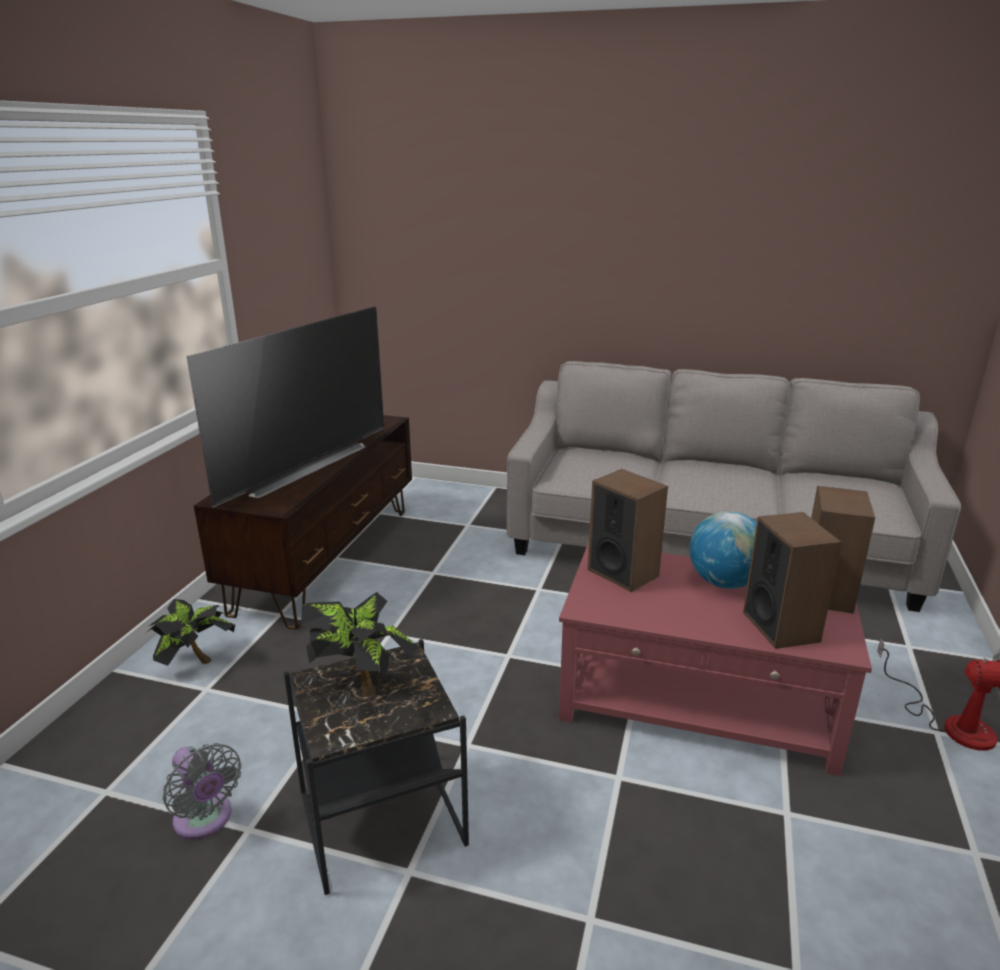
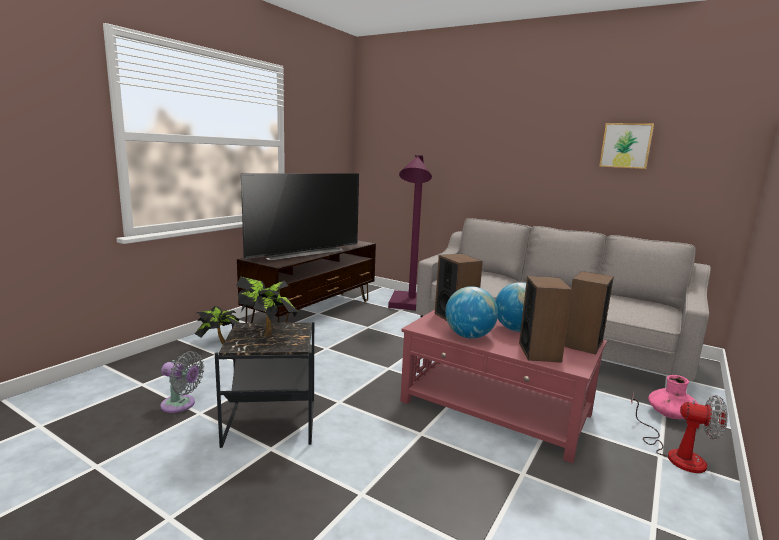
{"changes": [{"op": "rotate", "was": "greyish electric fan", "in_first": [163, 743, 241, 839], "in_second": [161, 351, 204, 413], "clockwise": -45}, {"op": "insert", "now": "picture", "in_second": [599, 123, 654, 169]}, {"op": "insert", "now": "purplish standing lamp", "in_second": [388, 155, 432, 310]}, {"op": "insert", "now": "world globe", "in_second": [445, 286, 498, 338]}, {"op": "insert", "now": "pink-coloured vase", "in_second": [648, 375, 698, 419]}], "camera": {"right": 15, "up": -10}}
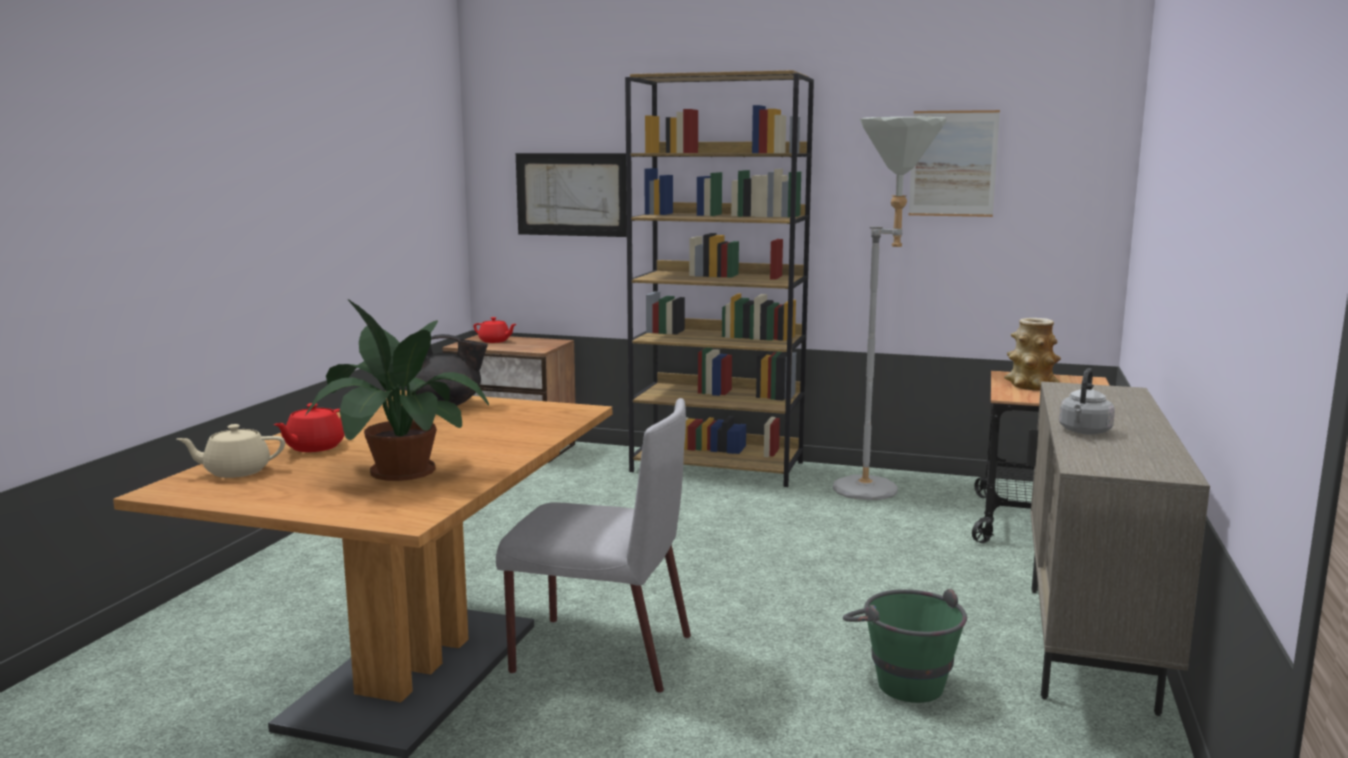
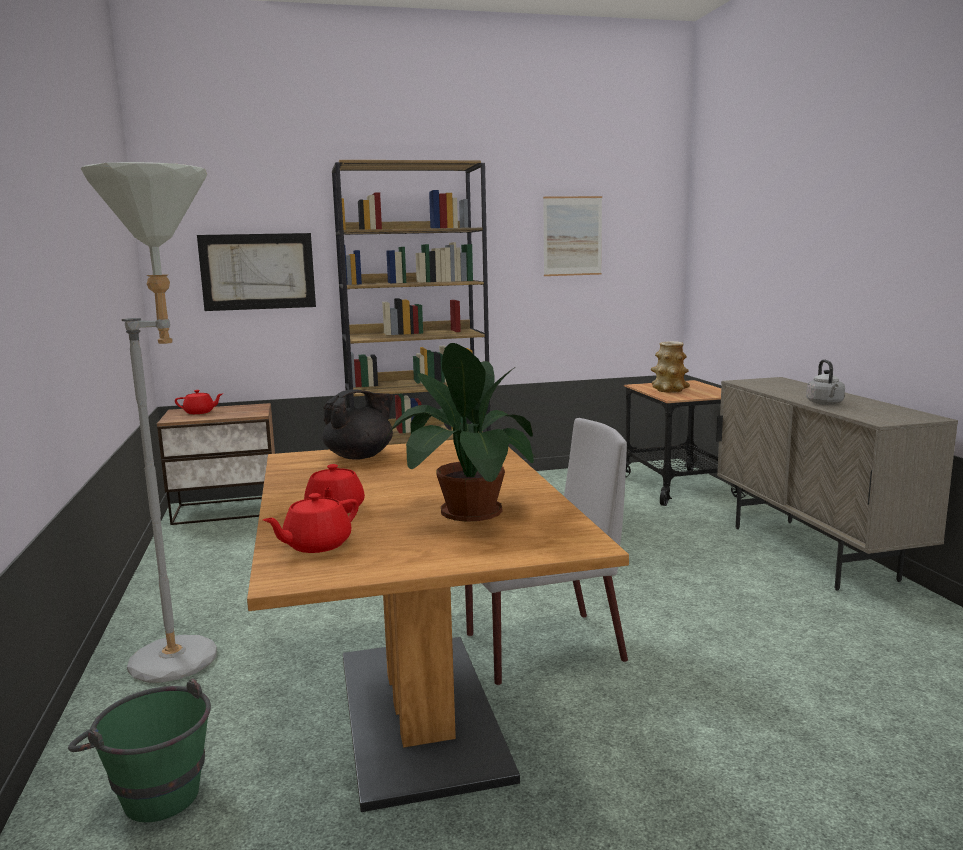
{"changes": [{"op": "move", "was": "greyish standing lamp", "in_first": [833, 117, 946, 500], "in_second": [81, 162, 217, 683]}, {"op": "recolor", "was": "beige-coloured pot for tea", "now": "red pot for tea", "in_first": [177, 424, 285, 478], "in_second": [263, 493, 359, 553]}, {"op": "move", "was": "greenish water bucket", "in_first": [843, 589, 967, 703], "in_second": [68, 678, 211, 822]}], "camera": {"right": -30, "up": 0}}
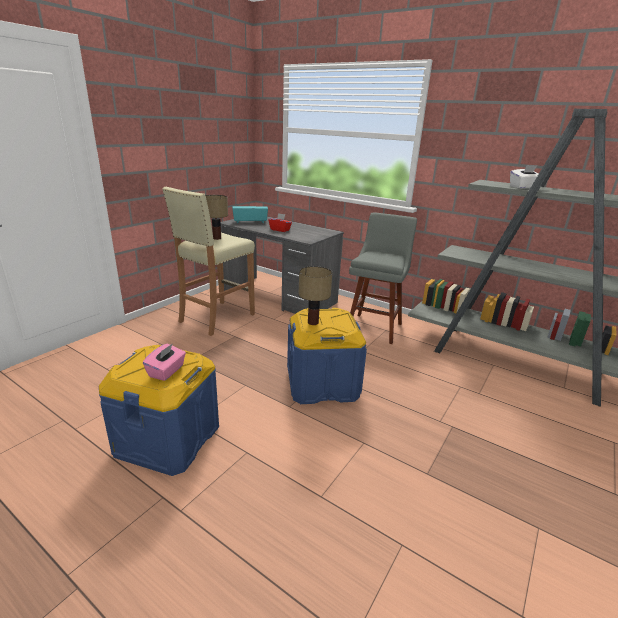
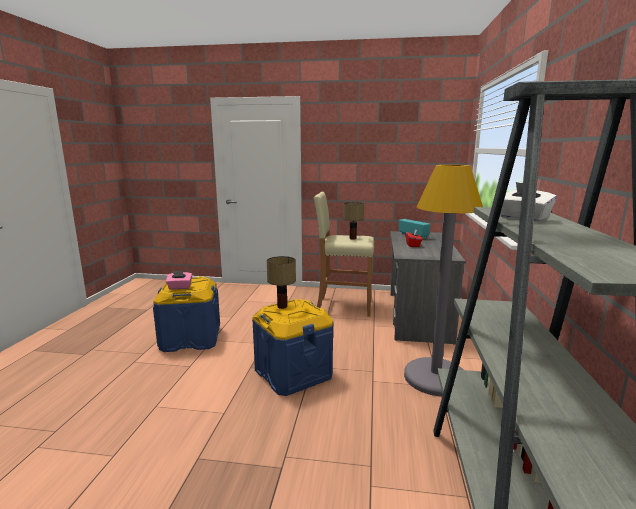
{"changes": [{"op": "replace", "was": "greyish sitting stool", "now": "greyish standing lamp", "in_first": [349, 213, 417, 344], "in_second": [404, 165, 483, 397]}], "camera": {"right": 65, "up": -10}}
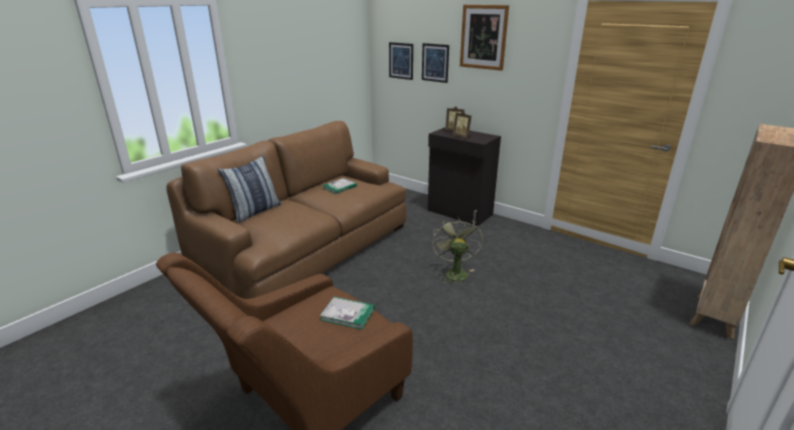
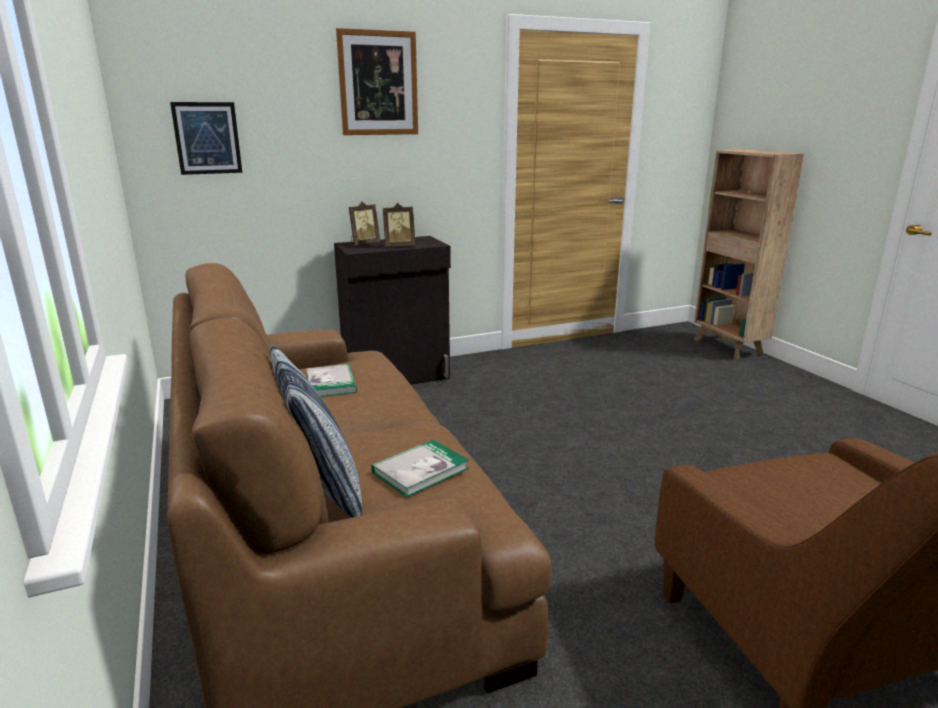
{"changes": [{"op": "delete", "was": "picture", "in_first": [422, 43, 449, 83]}, {"op": "delete", "was": "greenish electric fan", "in_first": [432, 217, 483, 285]}, {"op": "move", "was": "volume", "in_first": [320, 297, 375, 330], "in_second": [371, 439, 469, 497]}], "camera": {"right": -60, "up": -5}}
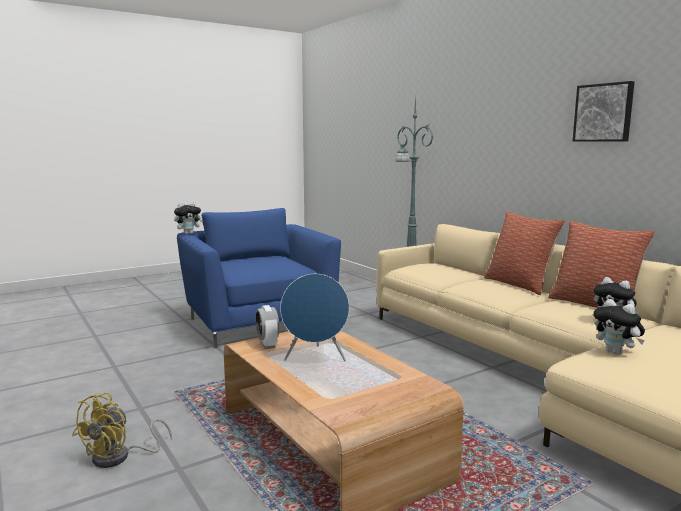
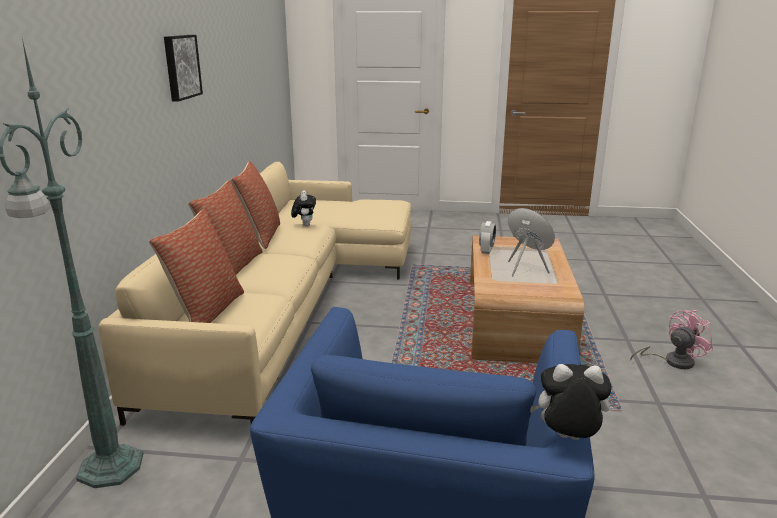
{"changes": [{"op": "delete", "was": "cuddly toy", "in_first": [593, 299, 645, 355]}, {"op": "move", "was": "bedside clock", "in_first": [255, 305, 279, 349], "in_second": [479, 221, 496, 254]}, {"op": "recolor", "was": "yellowish electric fan", "now": "pink-coloured electric fan", "in_first": [72, 393, 172, 468], "in_second": [630, 310, 713, 369]}, {"op": "insert", "now": "pillow", "in_second": [149, 209, 244, 323]}], "camera": {"right": -140, "up": 10}}
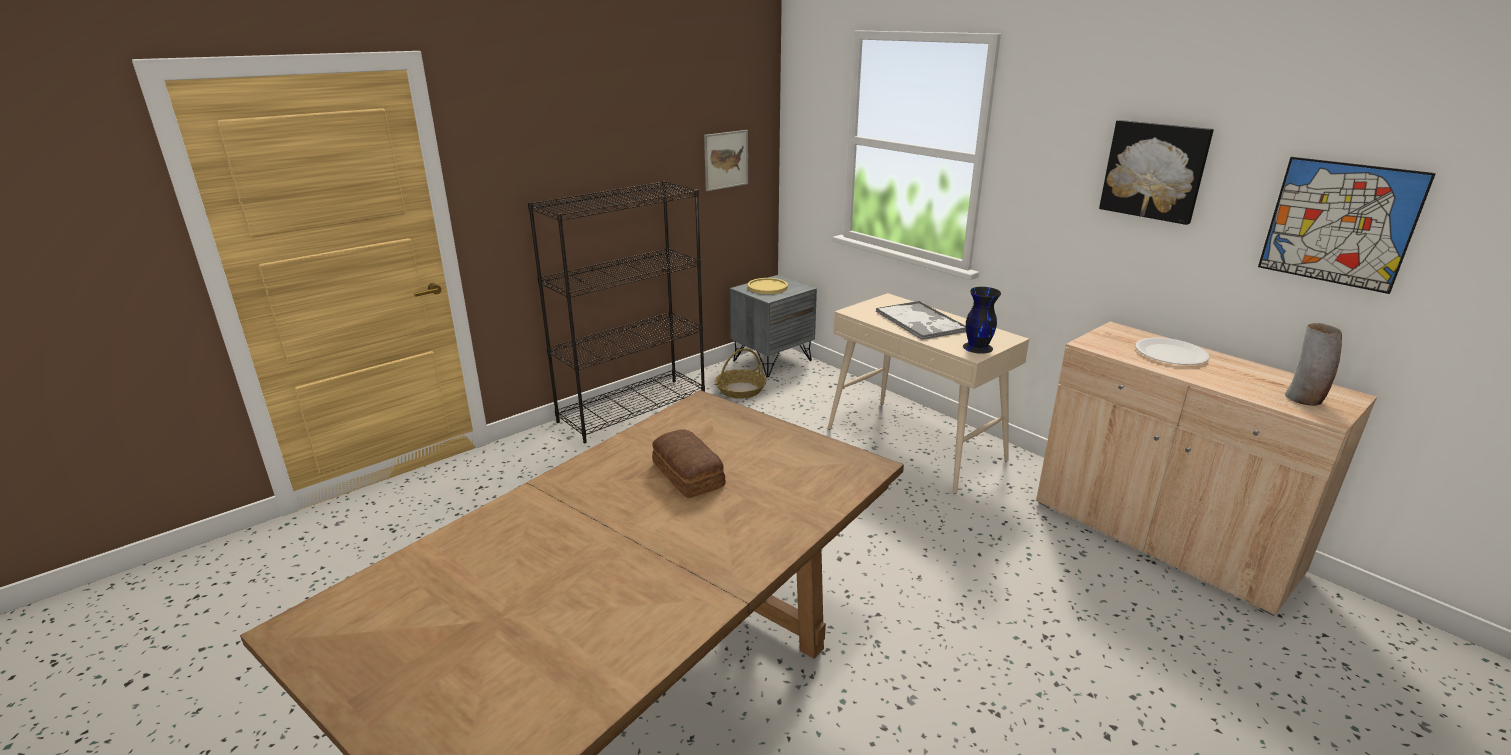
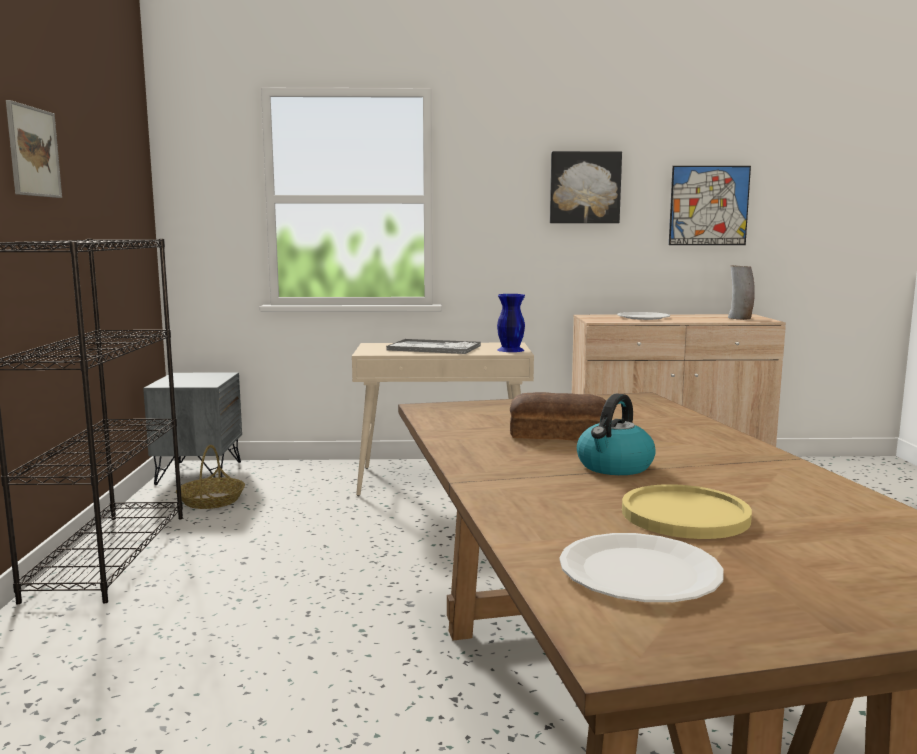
{"changes": [{"op": "move", "was": "picture", "in_first": [704, 130, 748, 191], "in_second": [6, 100, 62, 198]}, {"op": "move", "was": "yellowish plate", "in_first": [748, 278, 788, 294], "in_second": [622, 484, 752, 539]}, {"op": "recolor", "was": "blackish vase", "now": "blue-coloured vase", "in_first": [963, 287, 1001, 354], "in_second": [497, 294, 525, 352]}, {"op": "insert", "now": "water kettle", "in_second": [577, 393, 656, 475]}, {"op": "insert", "now": "white-coloured plate", "in_second": [559, 533, 724, 602]}], "camera": {"right": -50, "up": -15}}
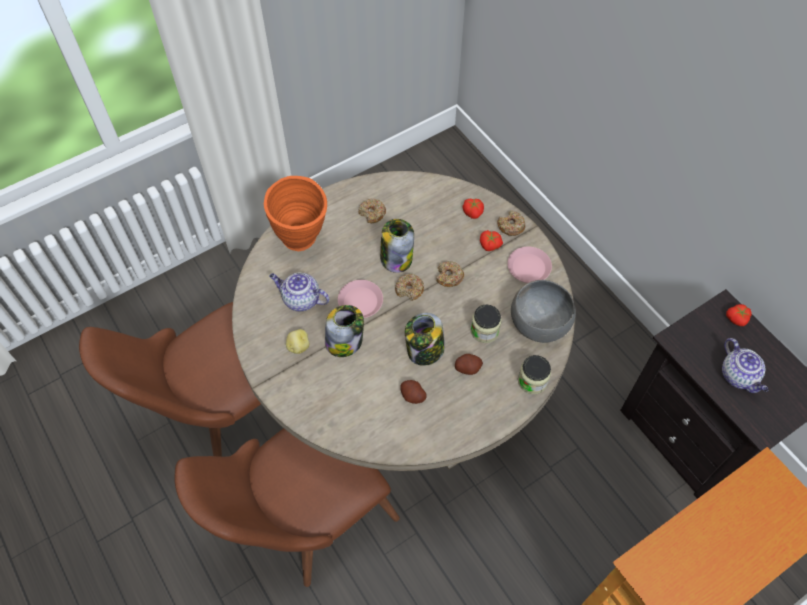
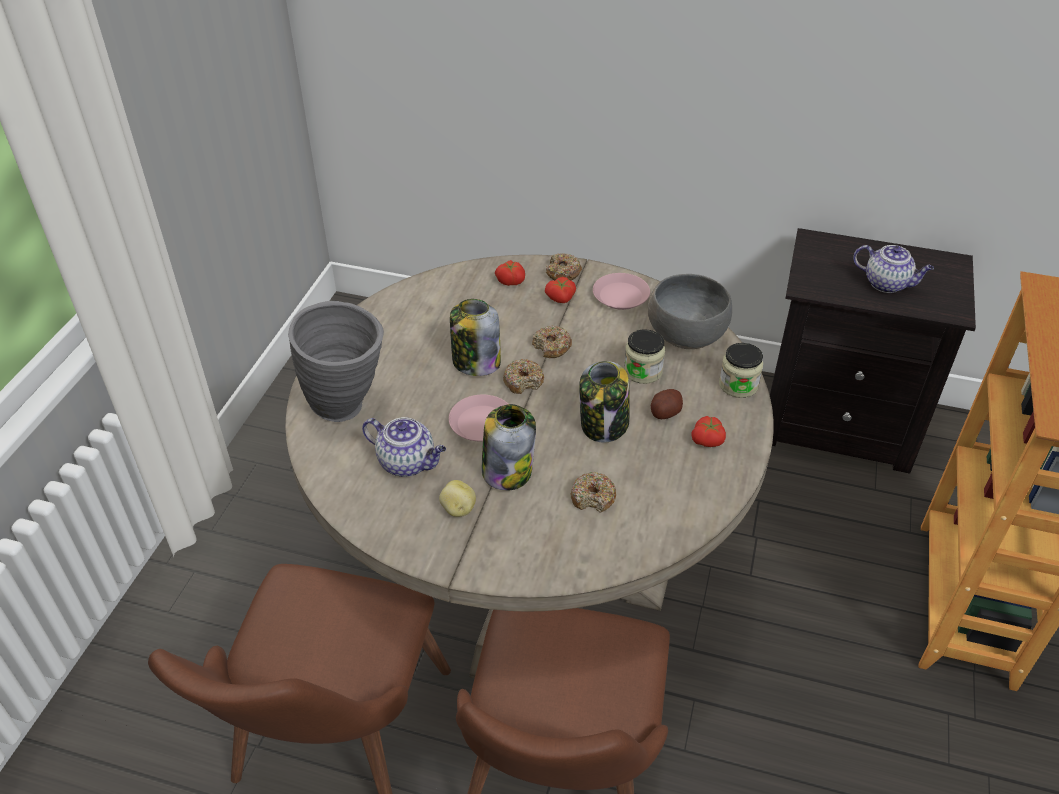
{"changes": [{"op": "recolor", "was": "orangey vase", "now": "greyish vase", "in_first": [264, 176, 327, 251], "in_second": [288, 301, 384, 422]}, {"op": "move", "was": "doughnut", "in_first": [358, 199, 386, 223], "in_second": [571, 472, 616, 513]}, {"op": "rotate", "was": "pot for tea", "in_first": [269, 273, 329, 311], "in_second": [362, 417, 446, 477], "clockwise": -135}, {"op": "move", "was": "fresh tomato", "in_first": [726, 304, 752, 326], "in_second": [691, 416, 726, 447]}, {"op": "delete", "was": "whole potato", "in_first": [400, 380, 426, 404]}], "camera": {"right": -40, "up": -15}}
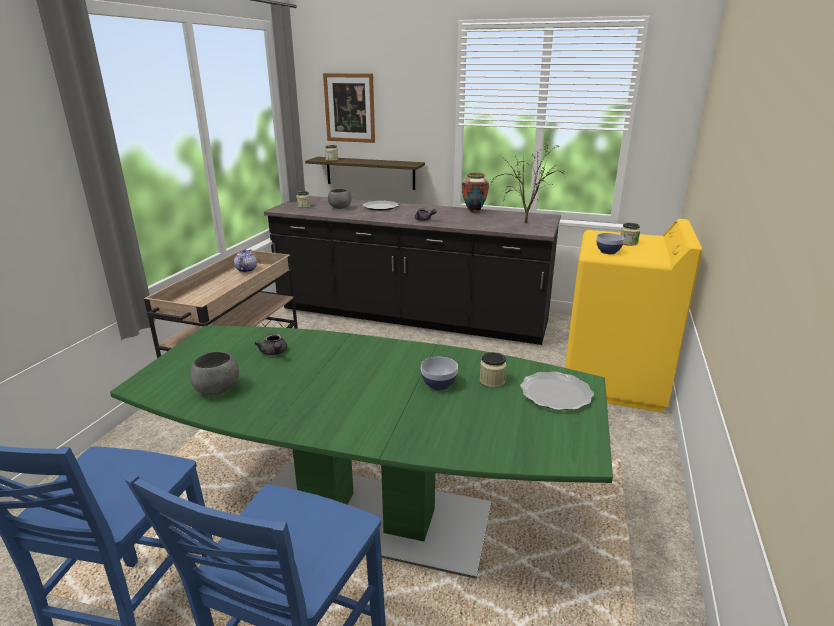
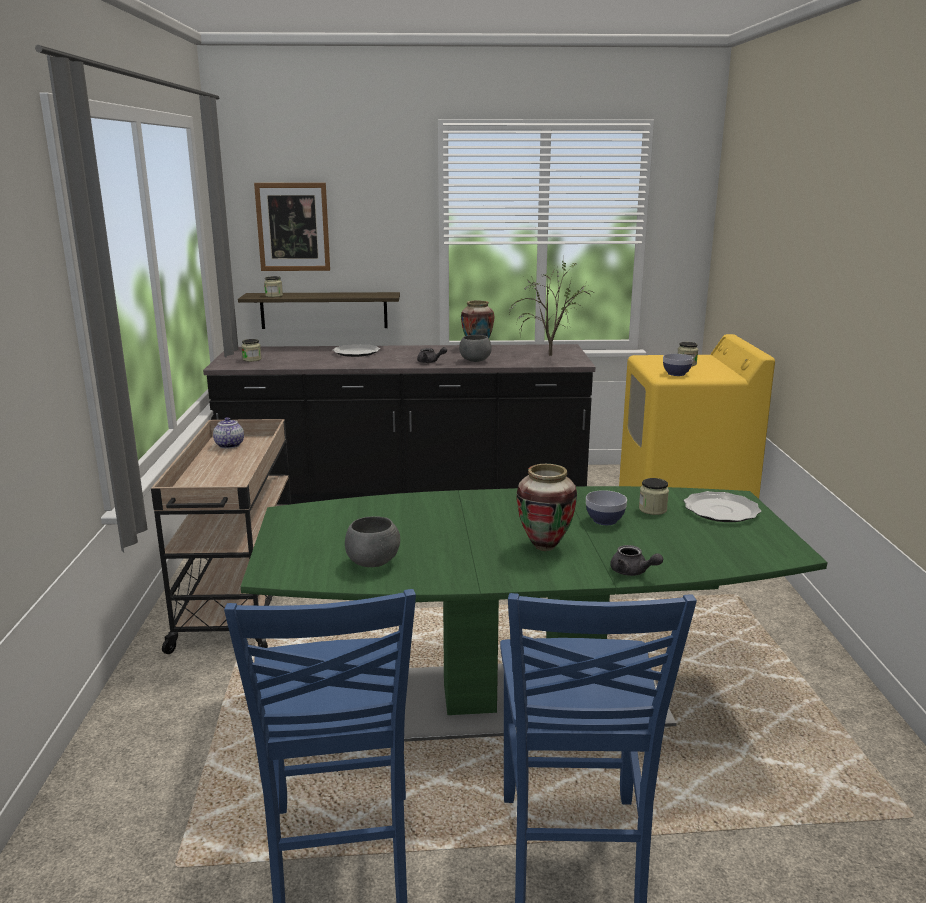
{"changes": [{"op": "move", "was": "greyish serving bowl", "in_first": [328, 189, 351, 209], "in_second": [459, 335, 492, 362]}, {"op": "move", "was": "greyish pot for tea", "in_first": [254, 333, 287, 355], "in_second": [610, 545, 663, 576]}, {"op": "insert", "now": "vase", "in_second": [516, 464, 577, 551]}], "camera": {"right": -20, "up": -5}}
